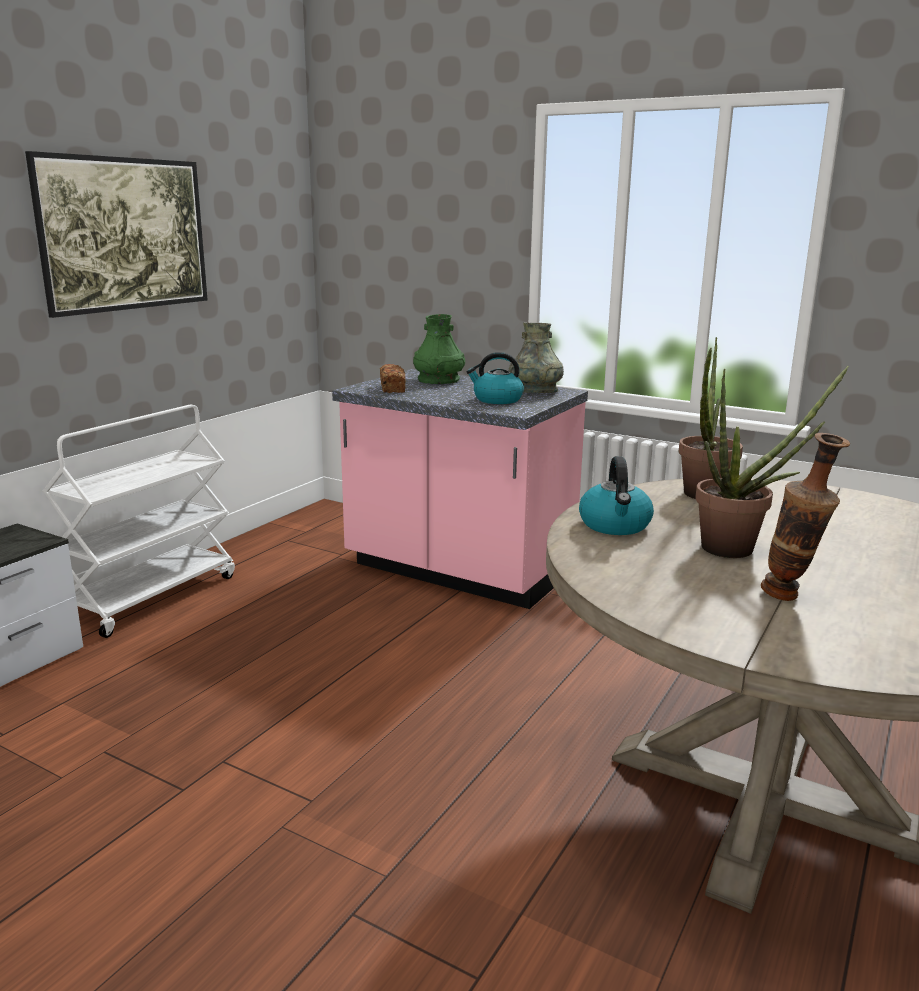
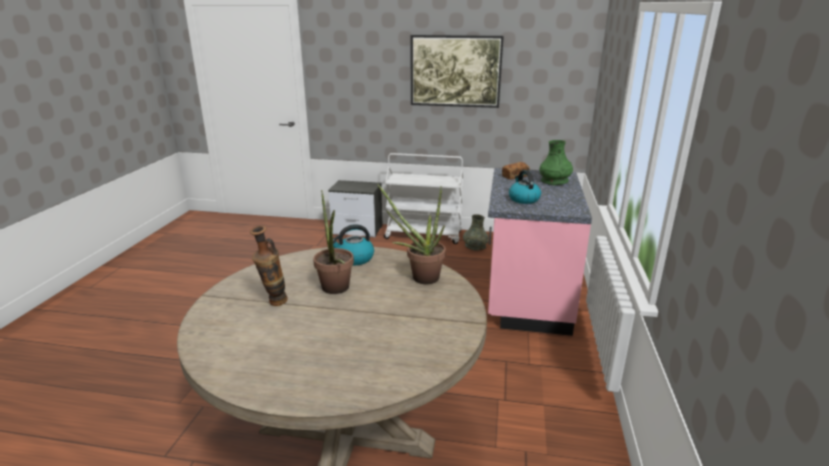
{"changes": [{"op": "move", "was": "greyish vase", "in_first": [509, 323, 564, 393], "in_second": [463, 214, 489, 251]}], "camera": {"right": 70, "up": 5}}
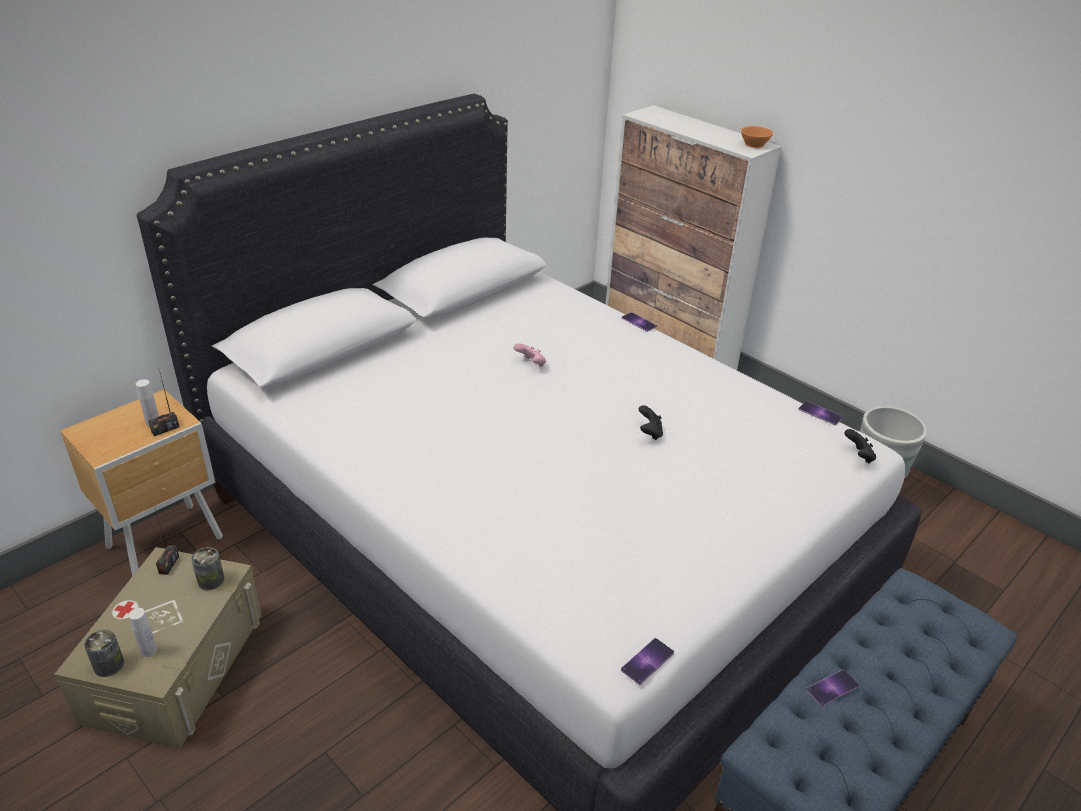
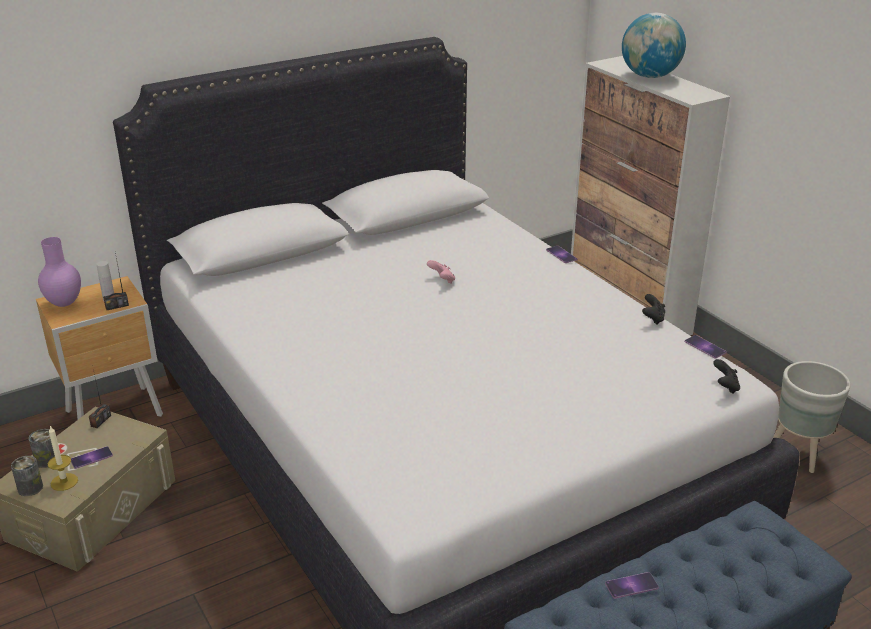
{"changes": [{"op": "delete", "was": "orangey drinking cup", "in_first": [741, 126, 773, 148]}, {"op": "move", "was": "blackish joypad", "in_first": [639, 405, 663, 440], "in_second": [642, 294, 665, 325]}, {"op": "move", "was": "can", "in_first": [191, 547, 224, 590], "in_second": [29, 429, 55, 468]}, {"op": "replace", "was": "white-coloured beverage bottle", "now": "wax candle", "in_first": [128, 608, 157, 657], "in_second": [47, 425, 78, 491]}, {"op": "move", "was": "phone", "in_first": [621, 638, 674, 685], "in_second": [71, 446, 113, 469]}, {"op": "insert", "now": "world globe", "in_second": [622, 13, 686, 78]}, {"op": "insert", "now": "purplish vase", "in_second": [38, 237, 81, 307]}], "camera": {"right": 15, "up": -5}}
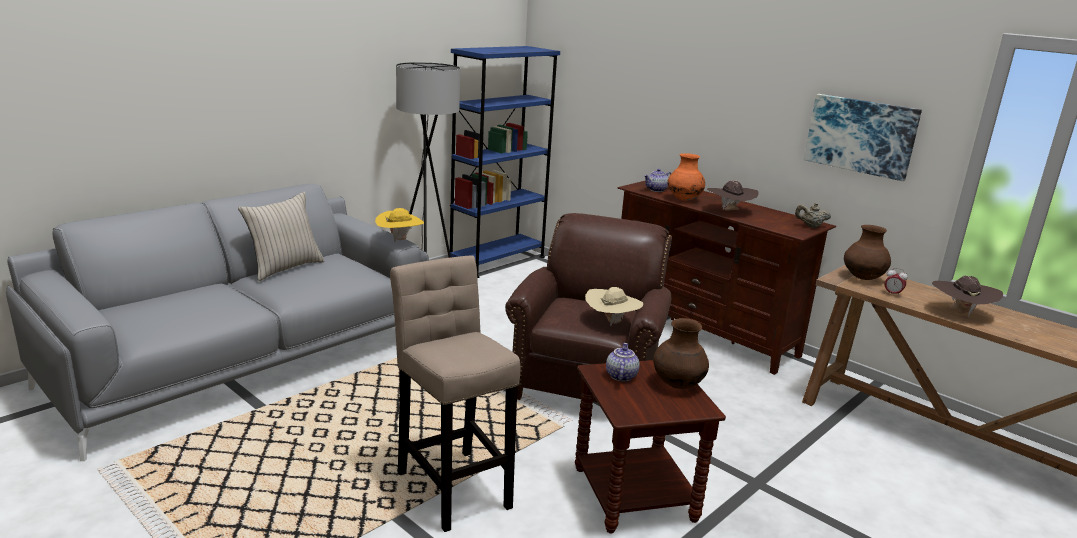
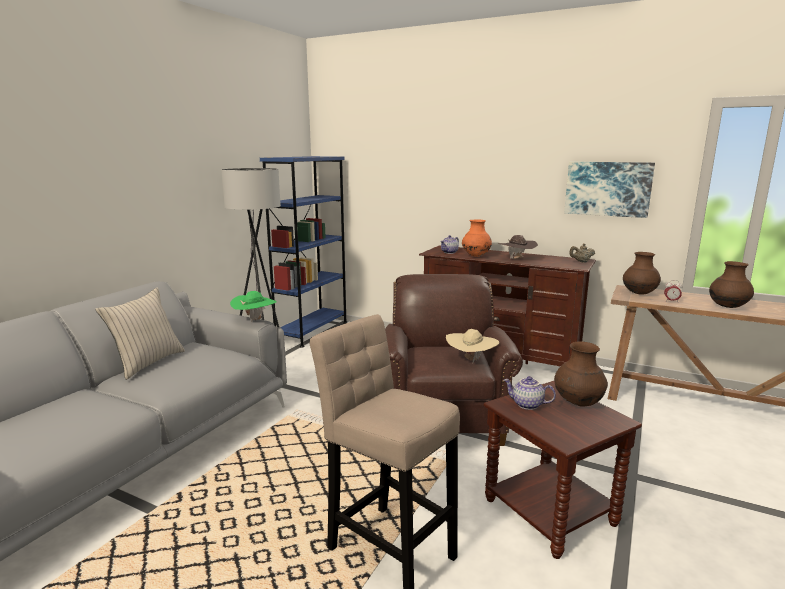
{"changes": [{"op": "recolor", "was": "yellowish wearable hat", "now": "greenish wearable hat", "in_first": [375, 208, 424, 242], "in_second": [230, 291, 277, 323]}, {"op": "replace", "was": "brown-coloured wearable hat", "now": "brown-coloured vase", "in_first": [932, 275, 1003, 318], "in_second": [709, 261, 754, 308]}, {"op": "rotate", "was": "pot for tea", "in_first": [606, 343, 640, 382], "in_second": [504, 376, 556, 410], "clockwise": -60}], "camera": {"right": -15, "up": -5}}
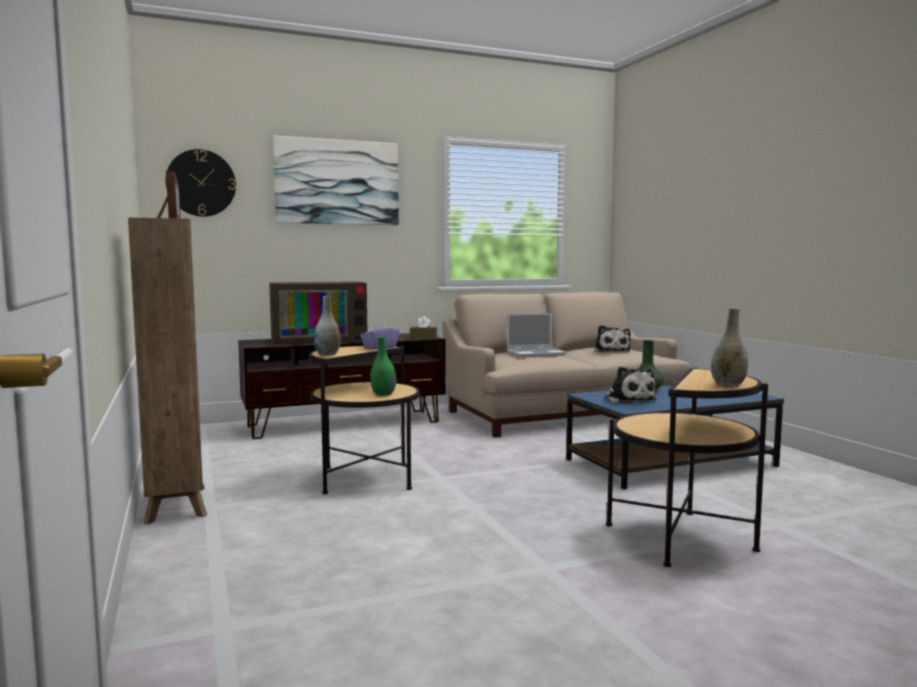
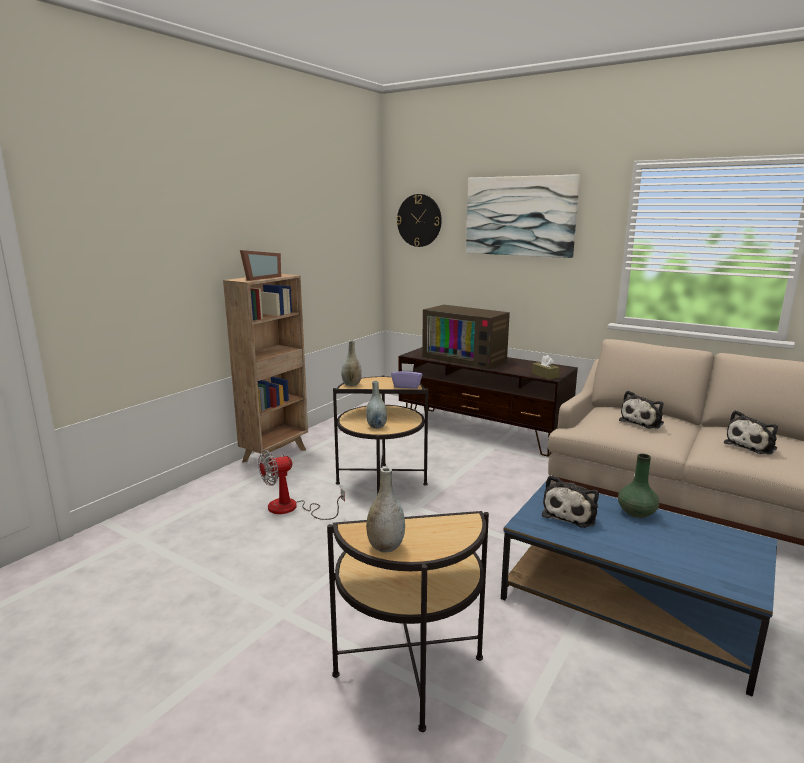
{"changes": [{"op": "replace", "was": "portable computer", "now": "cuddly toy", "in_first": [507, 313, 566, 357], "in_second": [619, 390, 664, 429]}, {"op": "recolor", "was": "greenish vase", "now": "greyish vase", "in_first": [370, 337, 396, 396], "in_second": [366, 381, 387, 429]}, {"op": "insert", "now": "electric fan", "in_second": [258, 450, 345, 520]}], "camera": {"right": 55, "up": 10}}
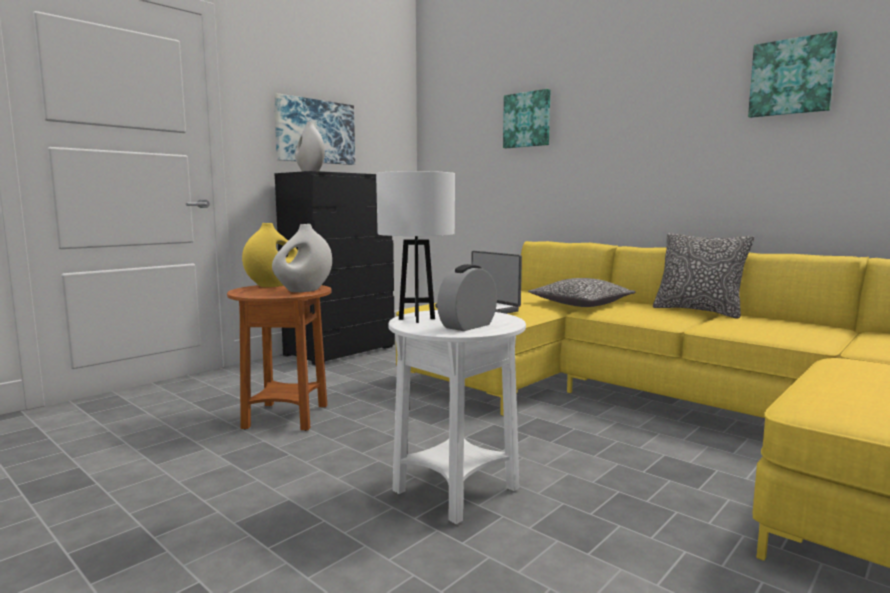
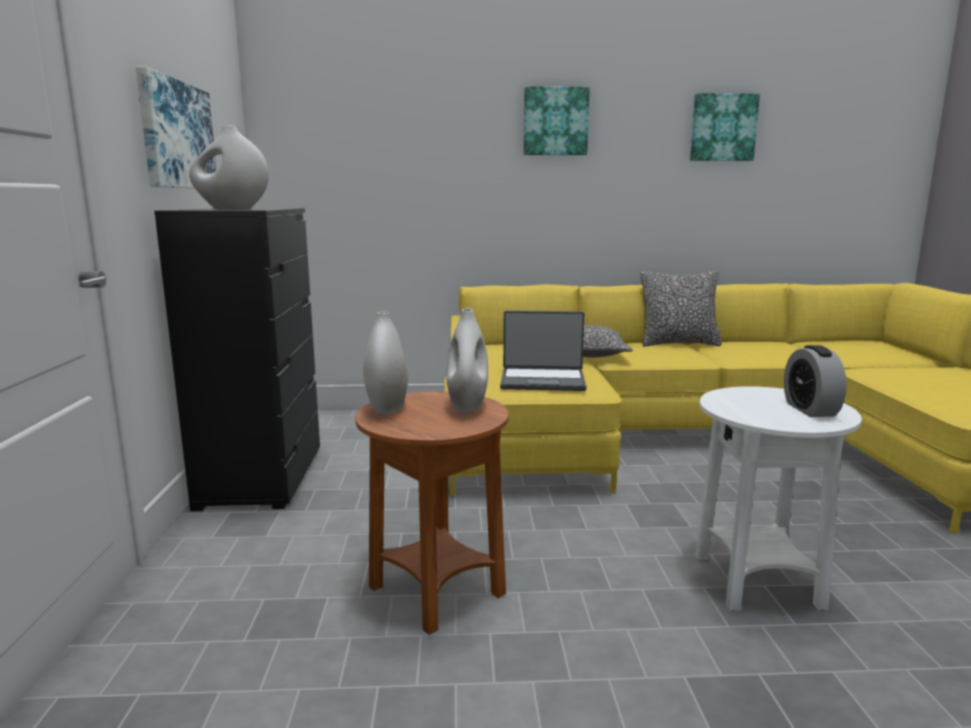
{"changes": [{"op": "move", "was": "picture", "in_first": [503, 89, 551, 148], "in_second": [523, 86, 590, 155]}, {"op": "delete", "was": "white-coloured tabletop lamp", "in_first": [376, 171, 455, 323]}, {"op": "recolor", "was": "yellowish vase", "now": "white-coloured vase", "in_first": [242, 223, 298, 287], "in_second": [363, 311, 408, 414]}], "camera": {"right": -45, "up": 5}}
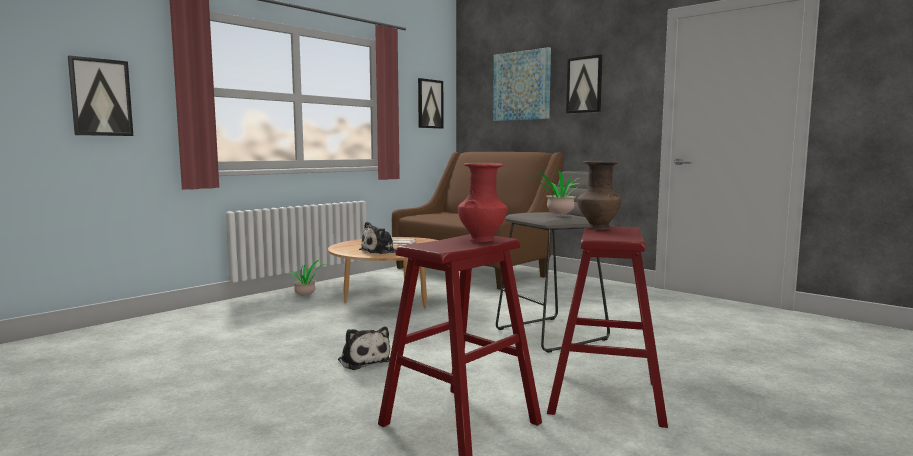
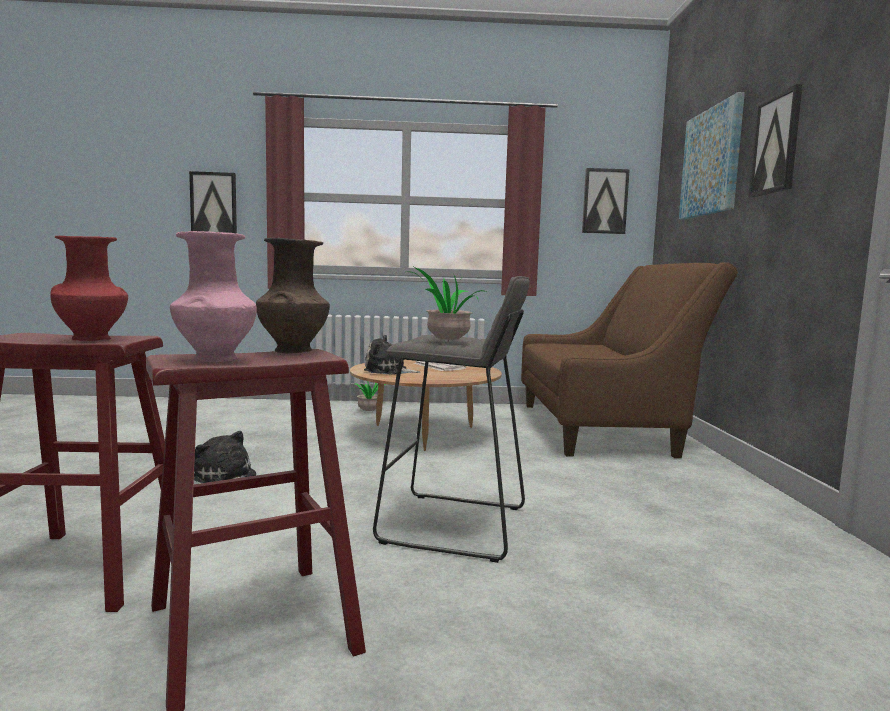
{"changes": [{"op": "rotate", "was": "cuddly toy", "in_first": [338, 326, 390, 370], "in_second": [194, 431, 256, 483], "clockwise": 120}, {"op": "insert", "now": "pink-coloured vase", "in_second": [170, 231, 257, 362]}], "camera": {"right": 45, "up": 0}}
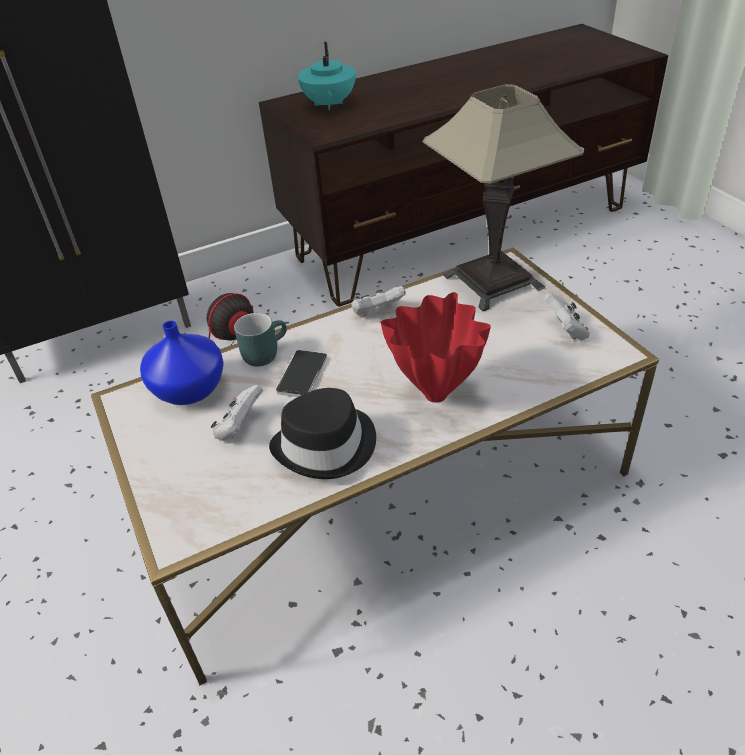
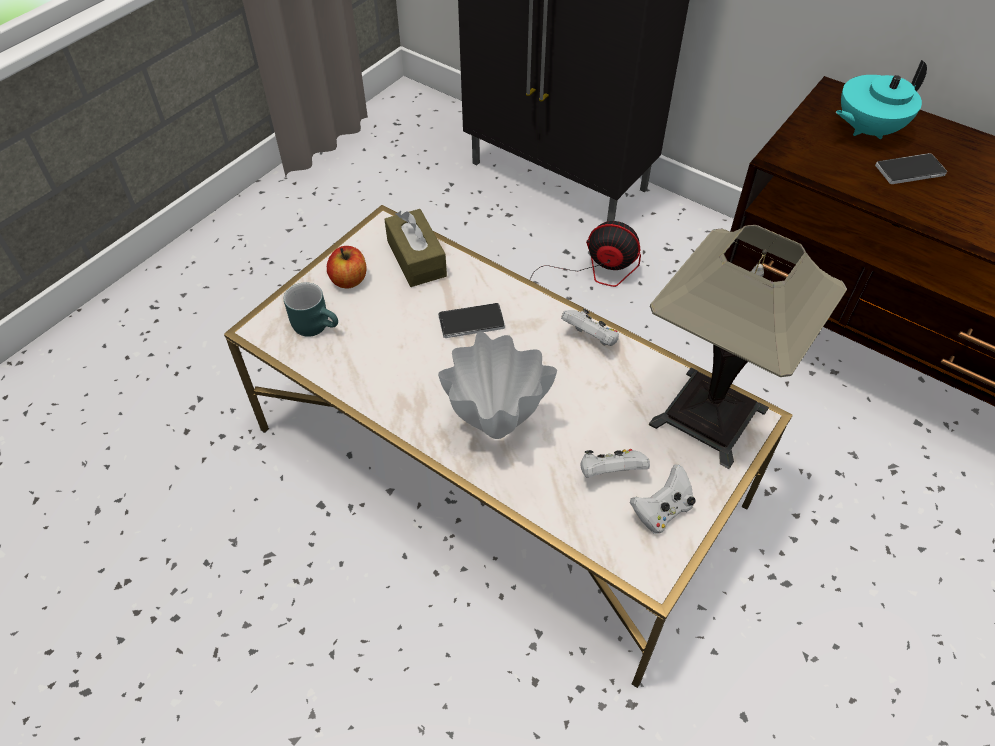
{"changes": [{"op": "recolor", "was": "red vase", "now": "white-coloured vase", "in_first": [381, 292, 491, 403], "in_second": [438, 332, 557, 439]}, {"op": "move", "was": "blue-green mug", "in_first": [234, 313, 287, 367], "in_second": [283, 282, 338, 337]}, {"op": "replace", "was": "blue-coloured vase", "now": "brown-coloured tissue box", "in_first": [140, 321, 224, 405], "in_second": [384, 209, 447, 287]}, {"op": "move", "was": "white-coloured joypad", "in_first": [211, 384, 263, 441], "in_second": [581, 449, 650, 478]}, {"op": "delete", "was": "blackish wearable hat", "in_first": [269, 388, 376, 479]}, {"op": "insert", "now": "phone", "in_second": [875, 153, 947, 184]}, {"op": "insert", "now": "apple fruit", "in_second": [327, 246, 366, 289]}], "camera": {"right": 60, "up": 10}}
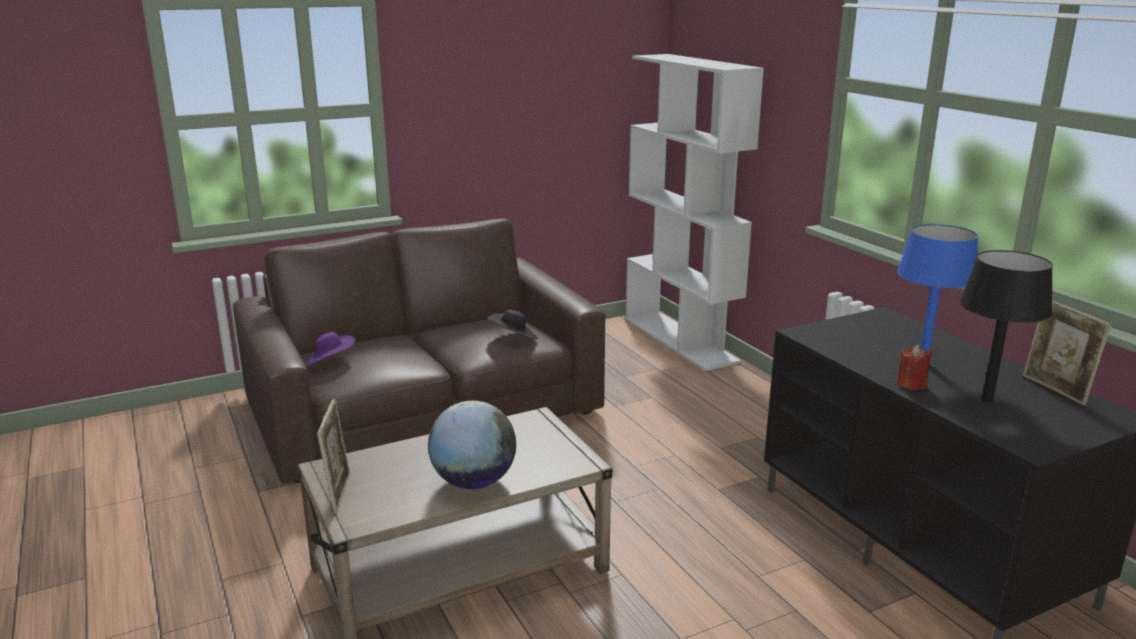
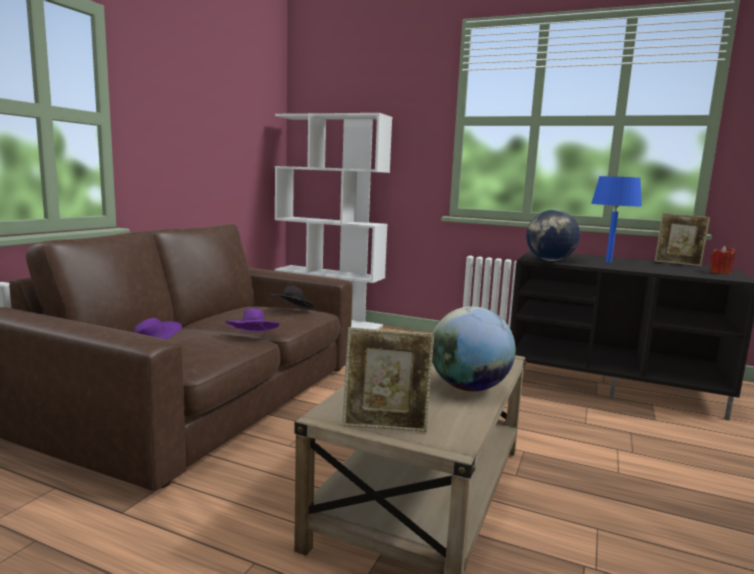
{"changes": [{"op": "delete", "was": "blackish tabletop lamp", "in_first": [960, 250, 1053, 403]}, {"op": "move", "was": "red wax candle", "in_first": [897, 345, 932, 390], "in_second": [710, 246, 735, 274]}, {"op": "rotate", "was": "standing frame", "in_first": [317, 399, 350, 513], "in_second": [342, 327, 435, 432], "clockwise": 135}, {"op": "insert", "now": "world globe", "in_second": [526, 210, 580, 261]}, {"op": "insert", "now": "purplish wearable hat", "in_second": [225, 308, 280, 332]}], "camera": {"right": -40, "up": -10}}
